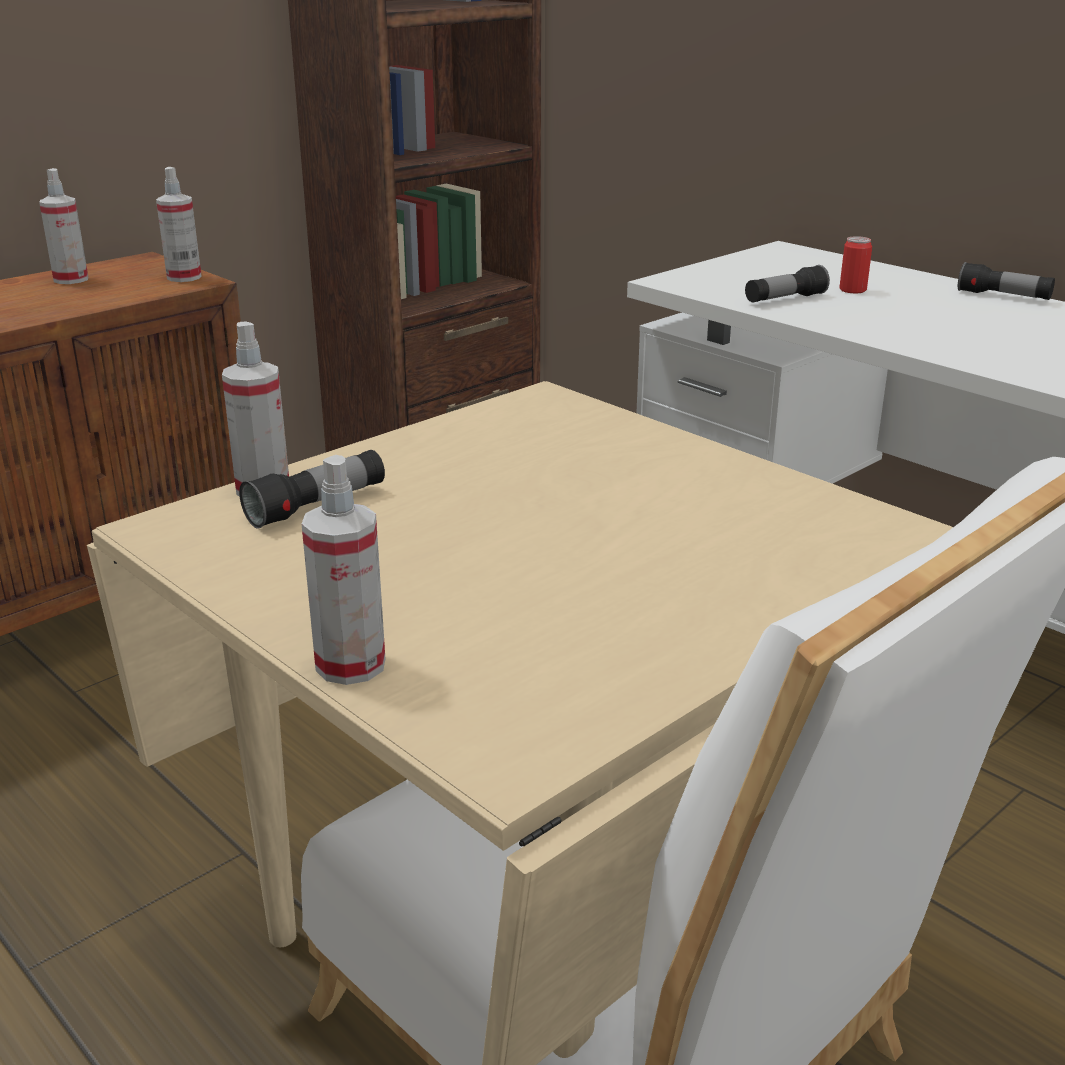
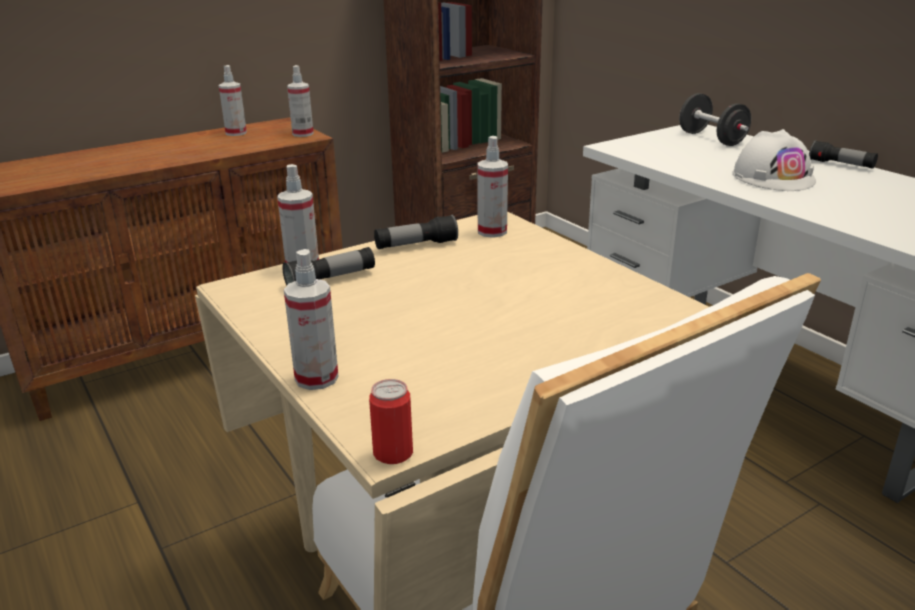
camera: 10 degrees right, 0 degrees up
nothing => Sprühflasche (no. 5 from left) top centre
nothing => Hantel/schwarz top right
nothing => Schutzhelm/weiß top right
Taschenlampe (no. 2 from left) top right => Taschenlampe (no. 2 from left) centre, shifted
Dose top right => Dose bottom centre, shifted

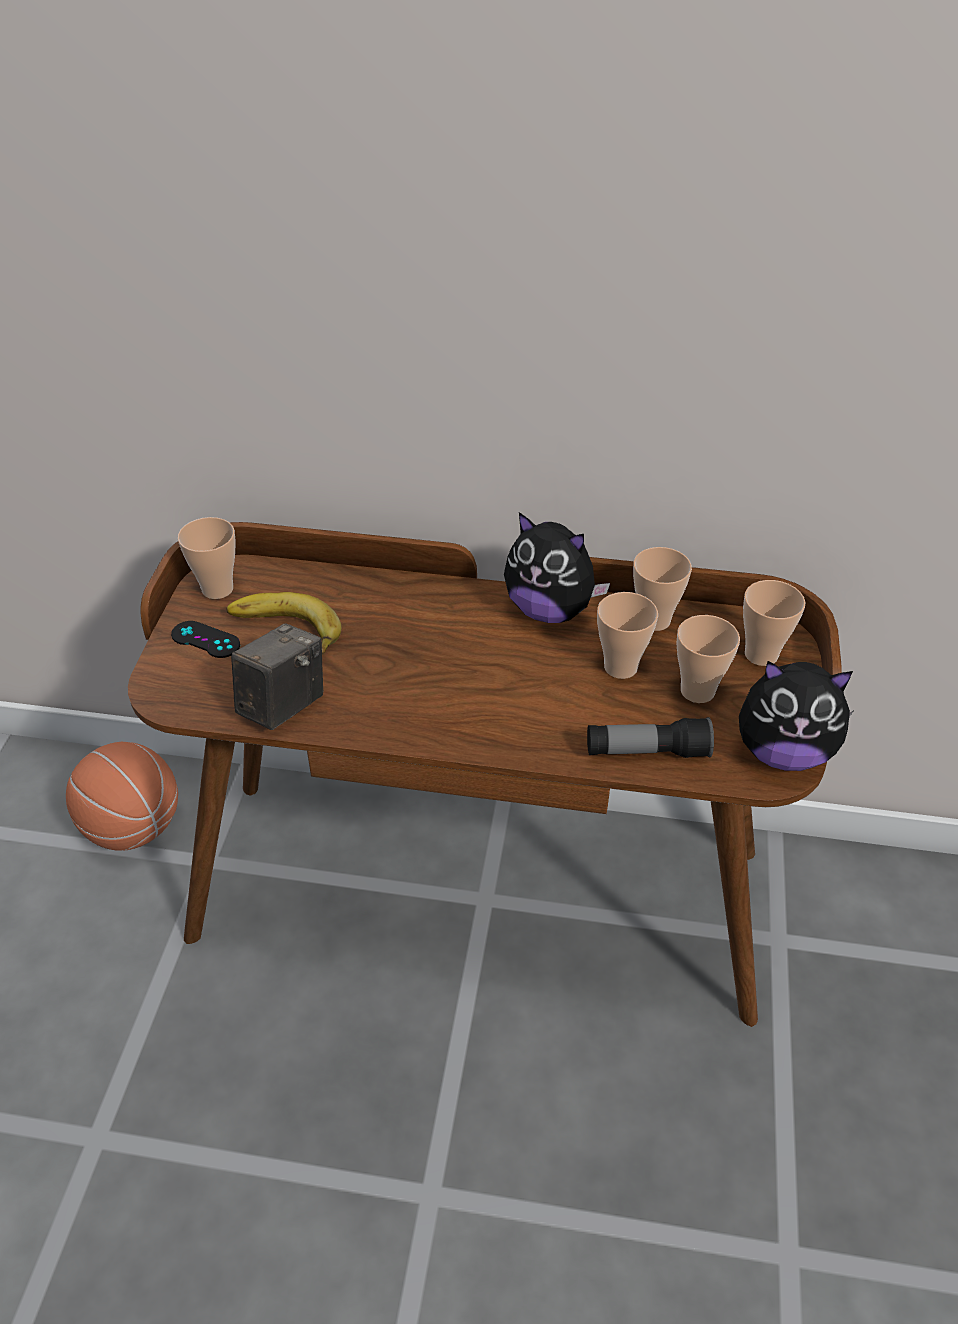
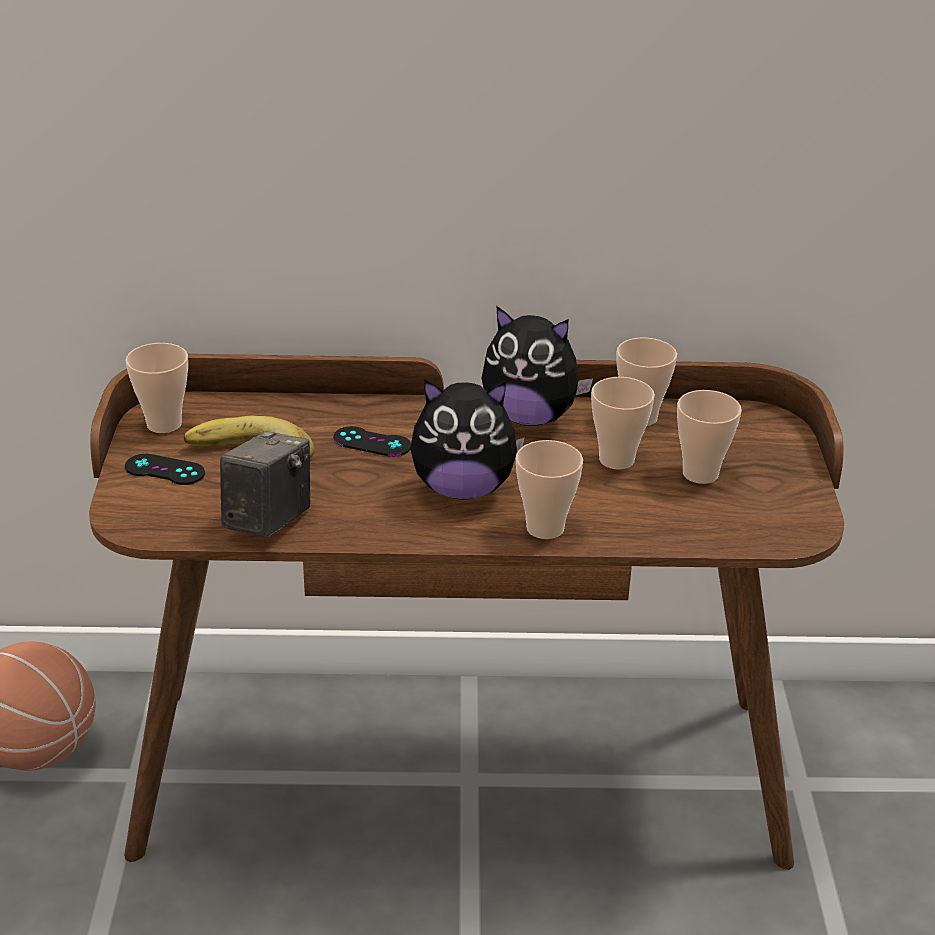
camera: 10 degrees left, 10 degrees down
Taschenlampe middle right => nothing
nothing => Gamepad/schwarz (no. 2 from left) centre
Plüschtier (no. 2 from left in the first image) middle right => Plüschtier (no. 1 from left) centre, shifted
Tasse (no. 5 from left in the first image) middle right => Tasse (no. 2 from left) centre, shifted

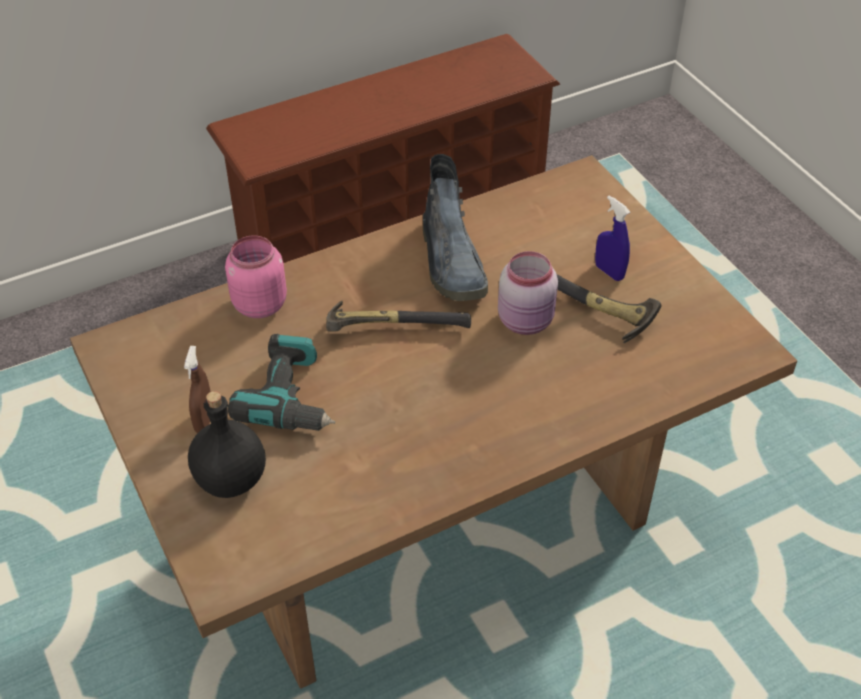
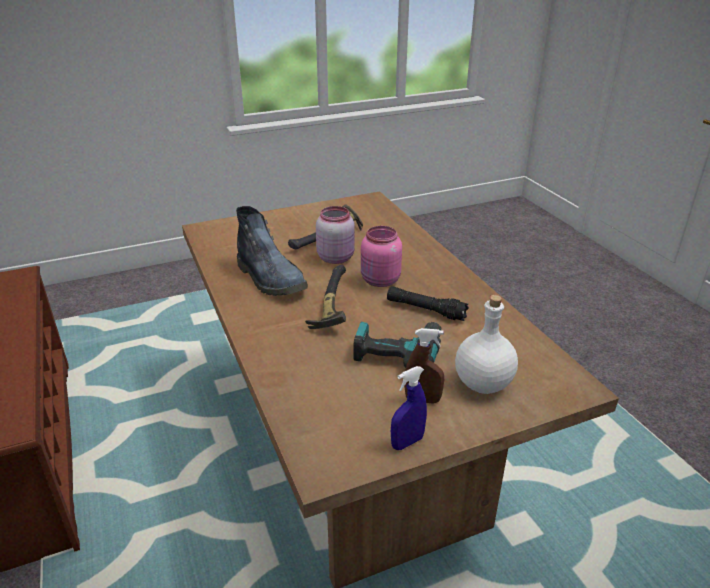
camera: 85 degrees left, 15 degrees down
nothing => Taschenlampe/schwarz centre
Vorratsglas/rosa (no. 1 from left in the first image) middle left => Vorratsglas/rosa (no. 2 from left) centre, shifted
Sprühflasche/blau middle right => Sprühflasche/blau bottom centre, shifted
Flasche/schwarz middle left => Flasche/weiß middle right
Stiefel top centre => Stiefel centre, 60 degrees clockwise

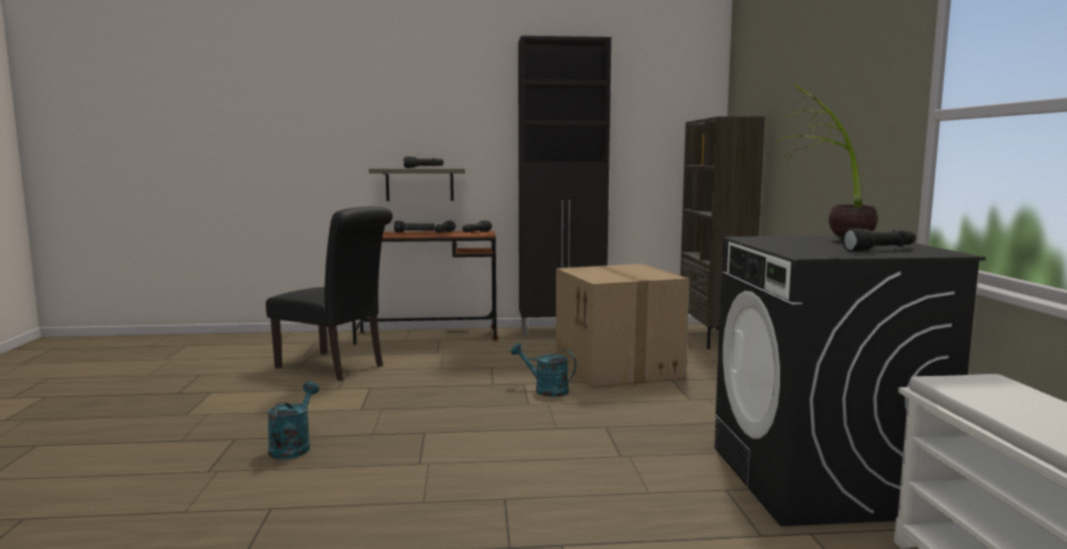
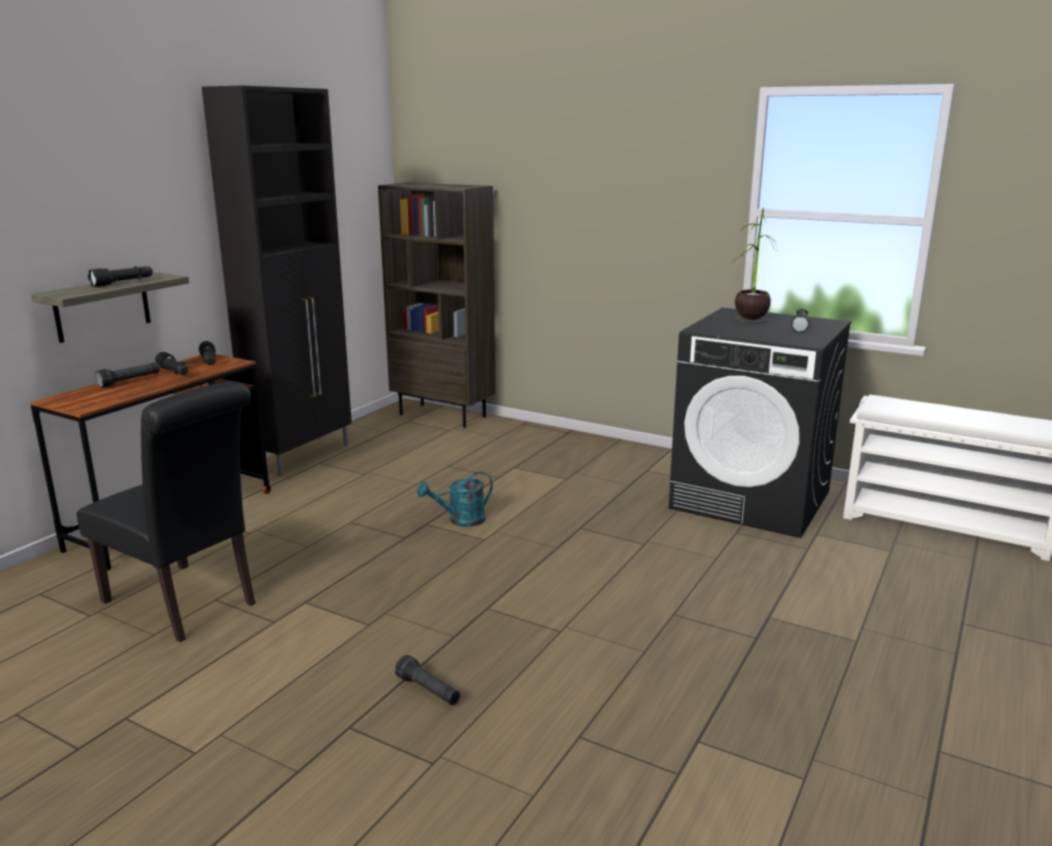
camera: 55 degrees left, 10 degrees up
Karton centre => nothing
Gießkanne/türkis (no. 1 from left) bottom left => Taschenlampe/schwarz (no. 5 from left) bottom centre
Stuhl/schwarz middle left, 60 degrees clockwise

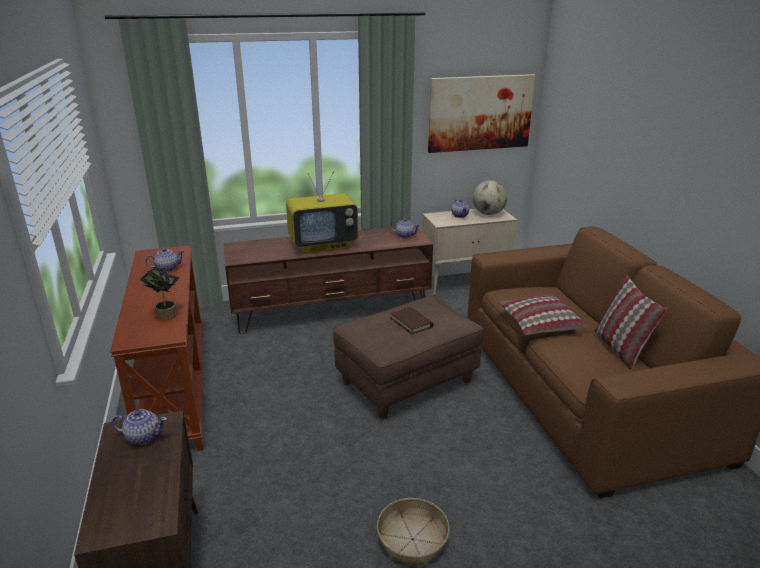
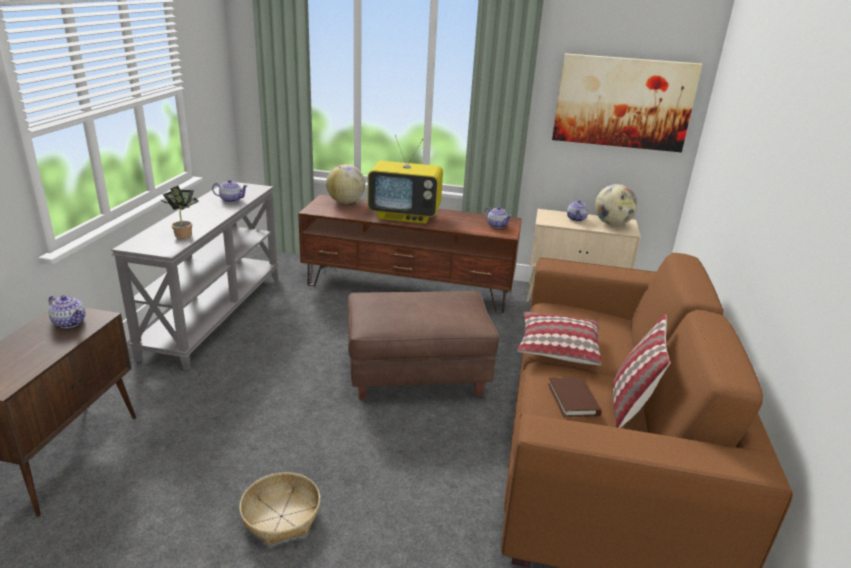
camera: 25 degrees right, 0 degrees up
nothing => Globus (no. 1 from left) top centre
Buch/braun centre => Buch/braun bottom right, shifted
Konsolentisch/braun middle left => Konsolentisch/grau middle left

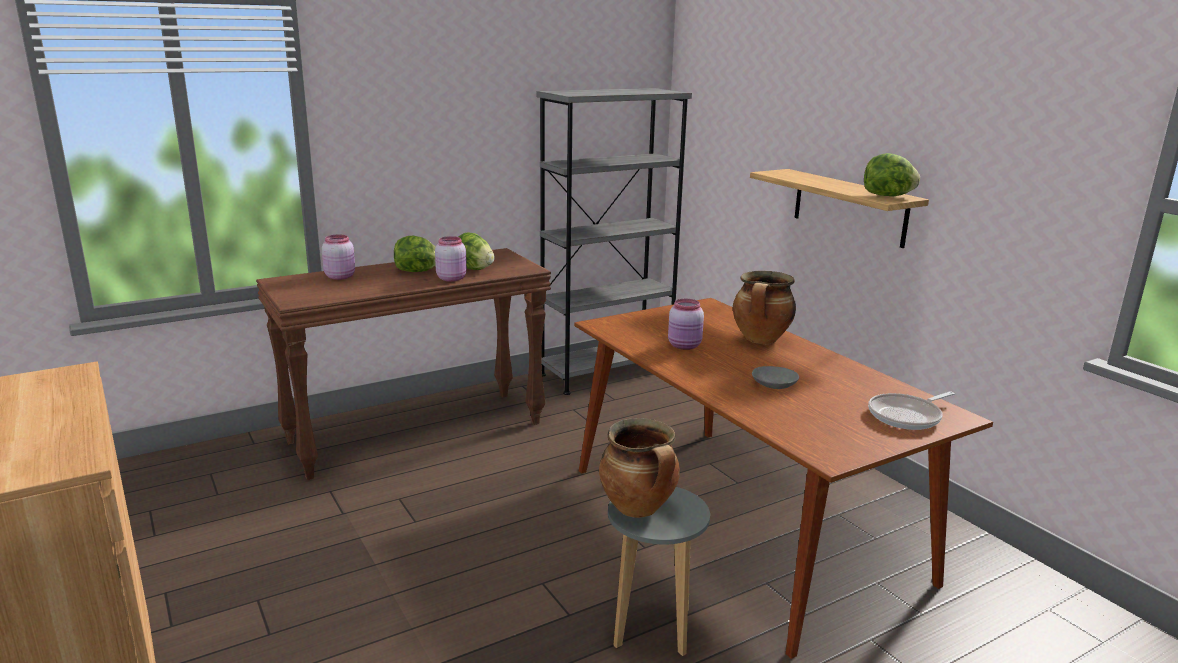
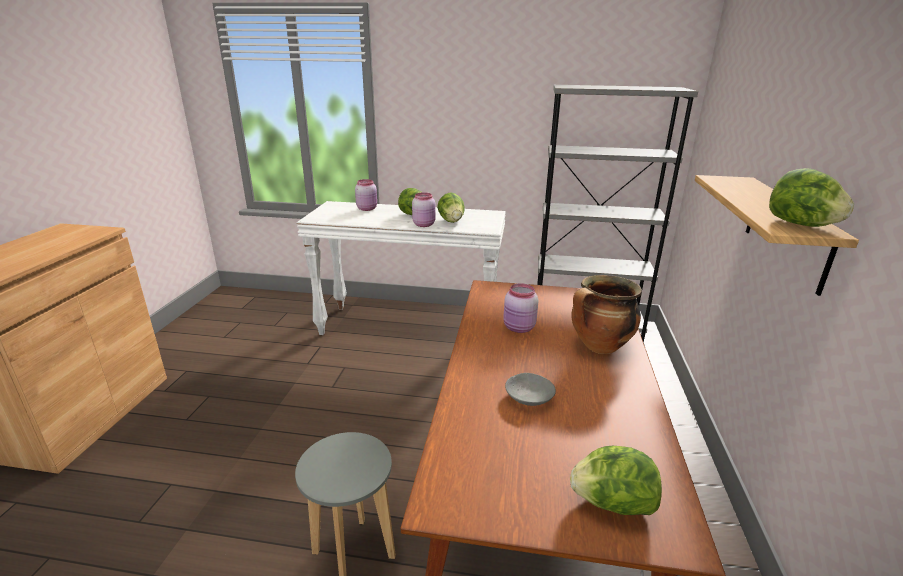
camera: 40 degrees right, 5 degrees up
Kochtopf (no. 1 from left) bottom centre => nothing
Pfanne middle right => Salatkopf (no. 3 from left) bottom right
Konsolentisch/braun centre => Konsolentisch/weiß centre

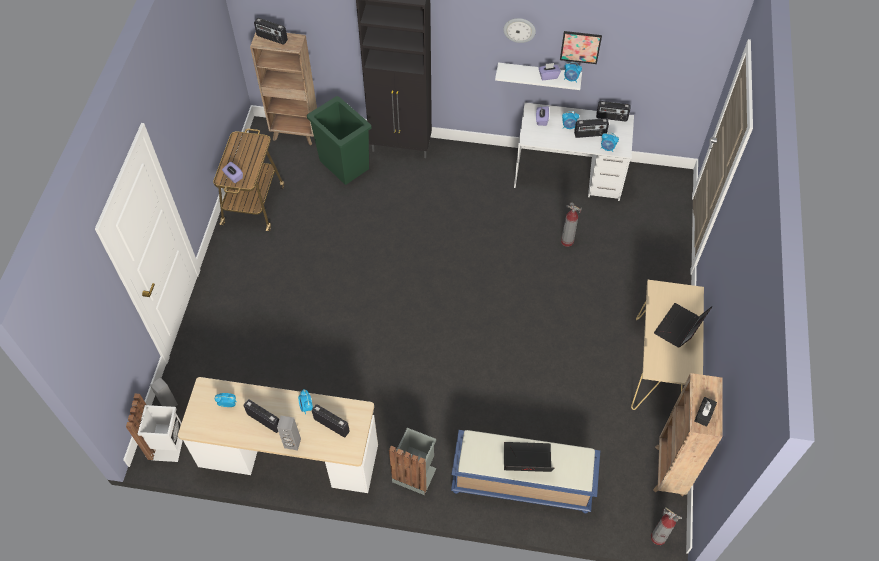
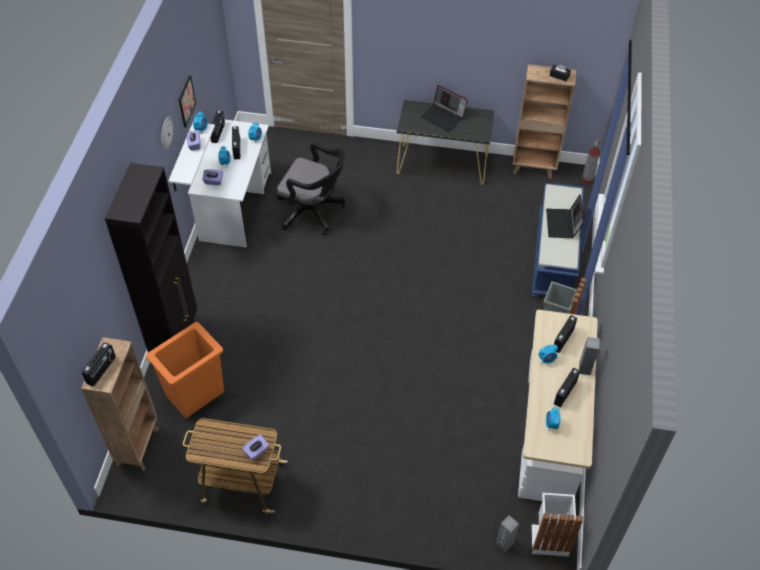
camera: 90 degrees left, 5 degrees down
Feuerlöscher (no. 1 from left) centre => Bürostuhl/schwarz top centre
Mülleimer/grün top centre => Mülleimer/orange middle left
Konsolentisch/beige middle right => Konsolentisch/schwarz top centre

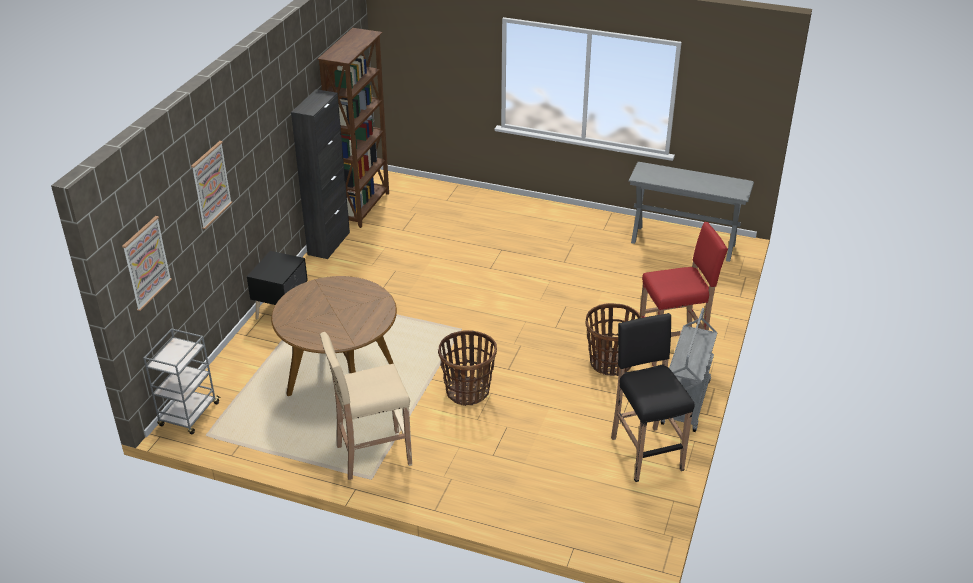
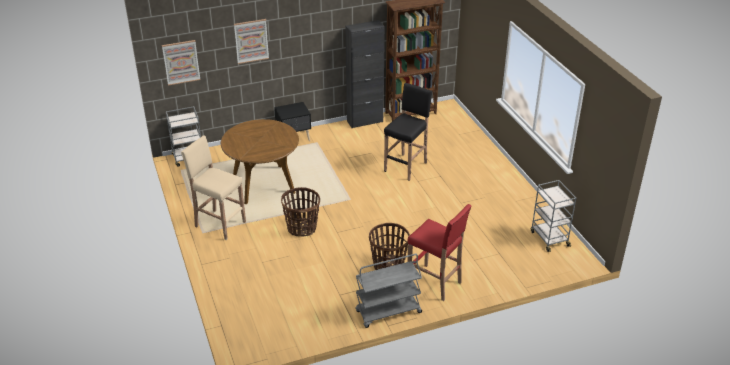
camera: 50 degrees right, 0 degrees up
Hocker/schwarz bottom right => Hocker/schwarz centre, shifted
Konsolentisch/grau middle right => Rollwagen/grau (no. 3 from left) middle right

